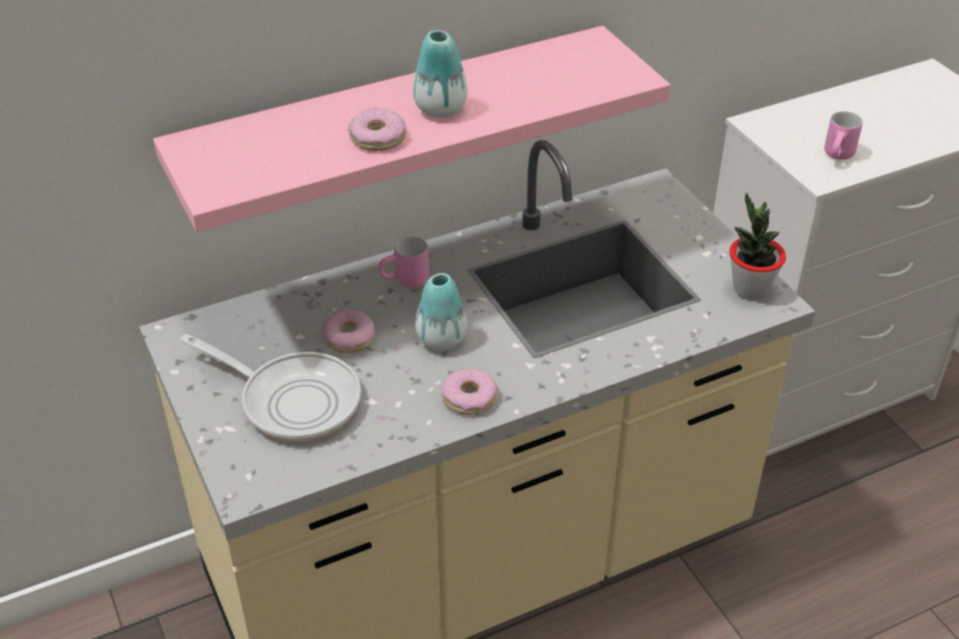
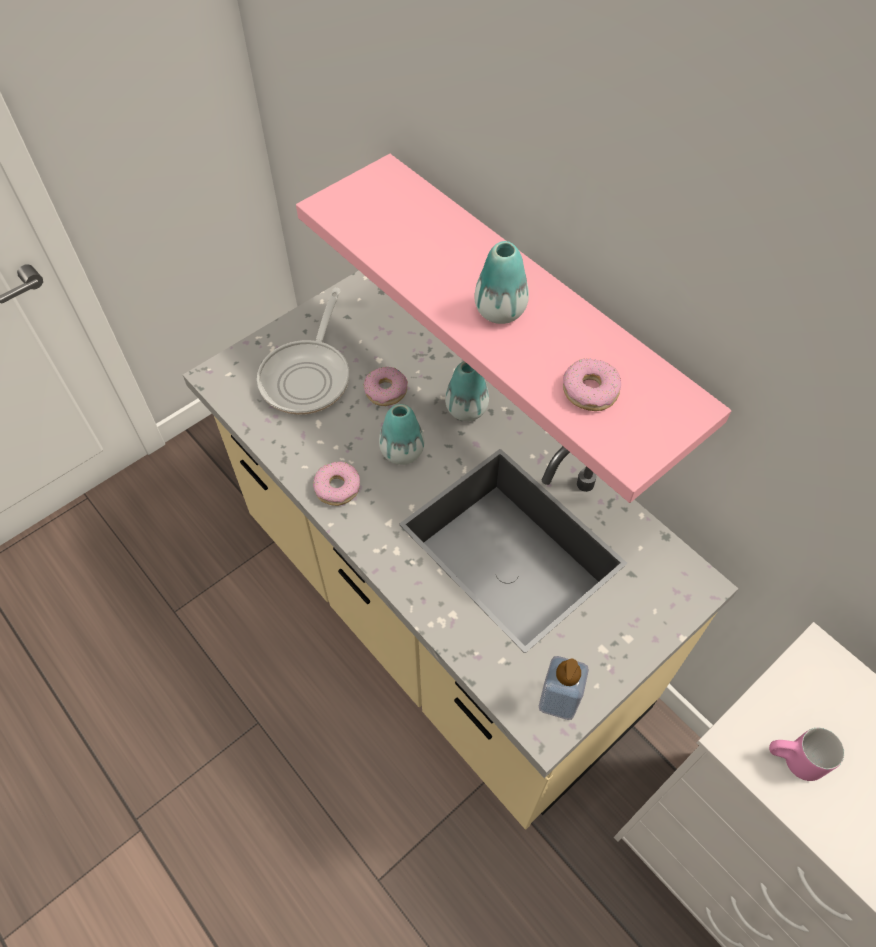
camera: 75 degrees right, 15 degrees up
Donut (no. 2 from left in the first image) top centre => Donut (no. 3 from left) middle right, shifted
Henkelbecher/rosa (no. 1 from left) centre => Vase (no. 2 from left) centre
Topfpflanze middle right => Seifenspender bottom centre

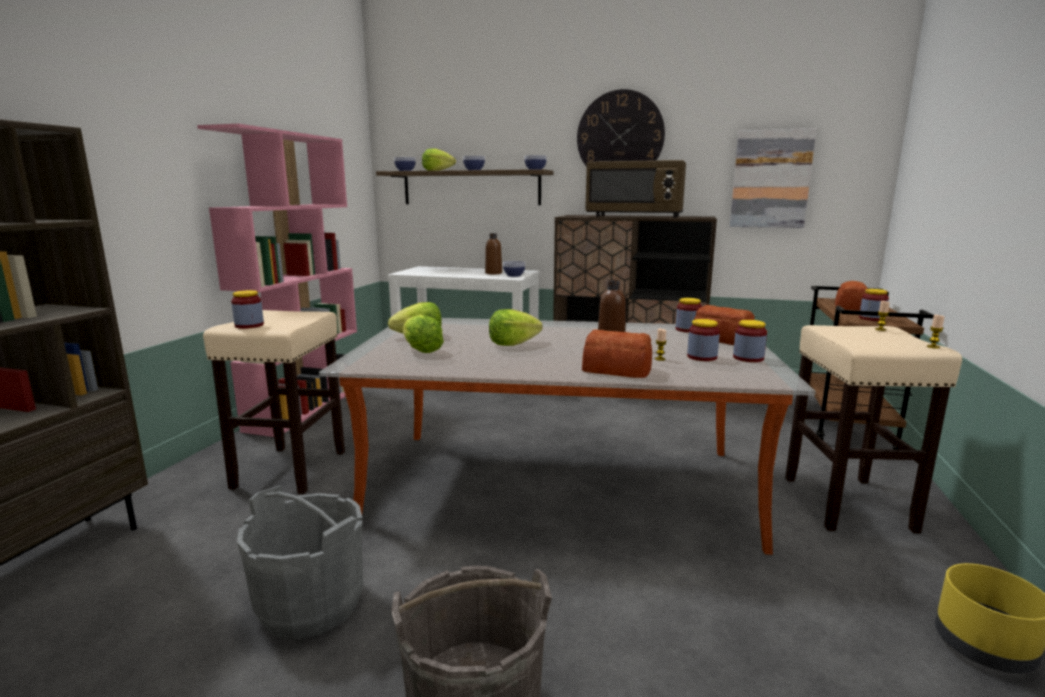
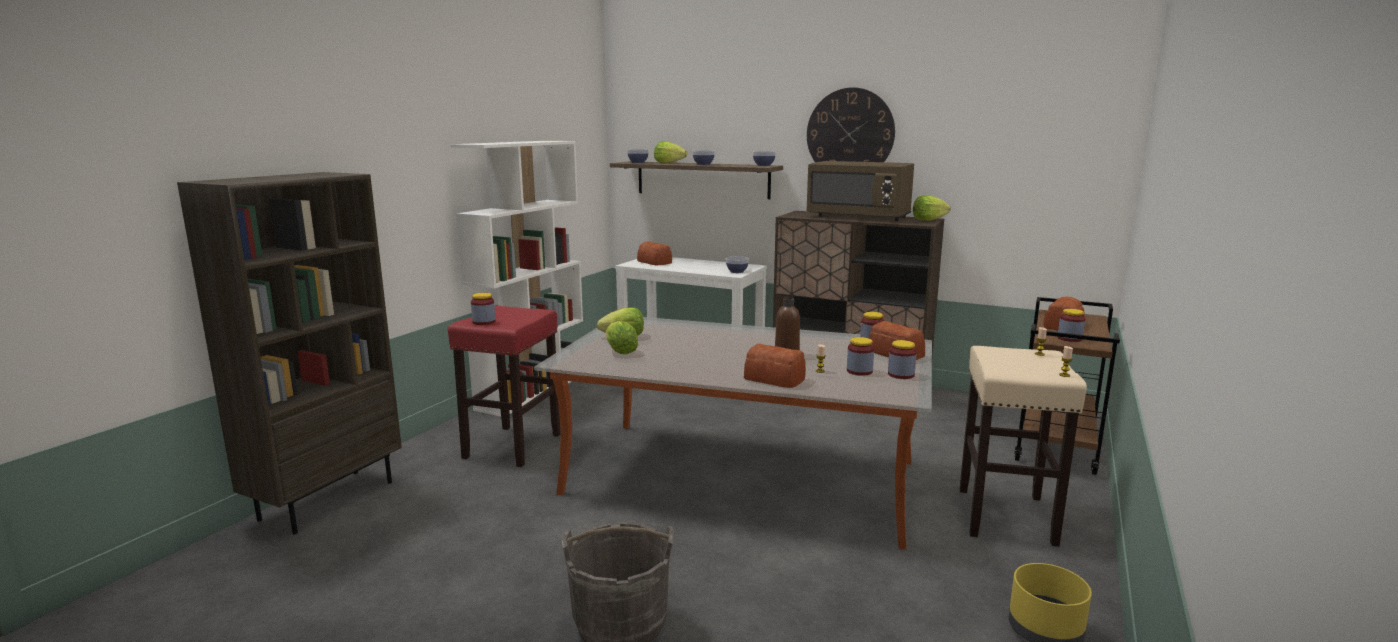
camera: 10 degrees right, 0 degrees up
Eimer/grau (no. 1 from left) bottom left => nothing
Flasche/braun (no. 1 from left) centre => nothing
Bild top right => nothing
nothing => Brot (no. 1 from left) centre
Salatkopf (no. 4 from left) centre => Salatkopf (no. 4 from left) top right, shifted
Bücherregal/rosa middle left => Bücherregal/weiß centre
Hocker/beige (no. 1 from left) middle left => Hocker/rot centre

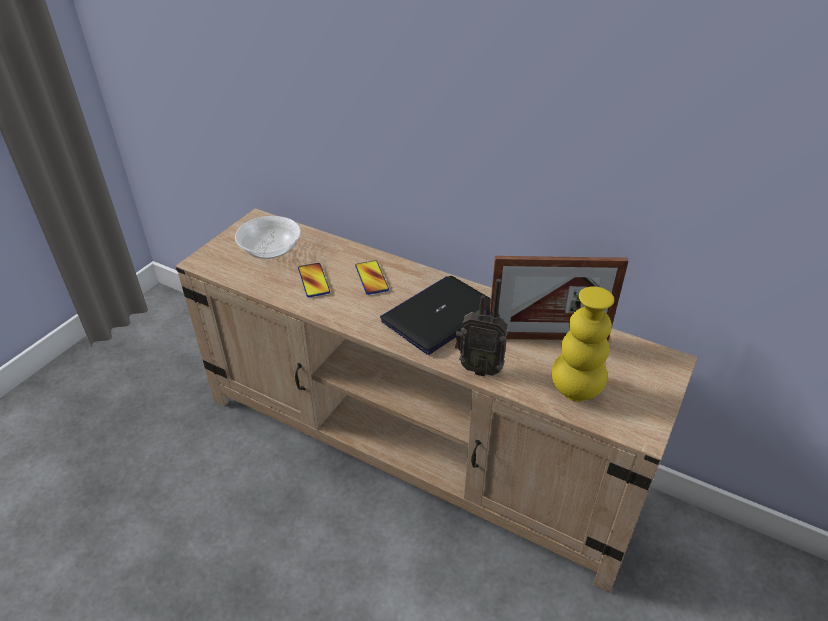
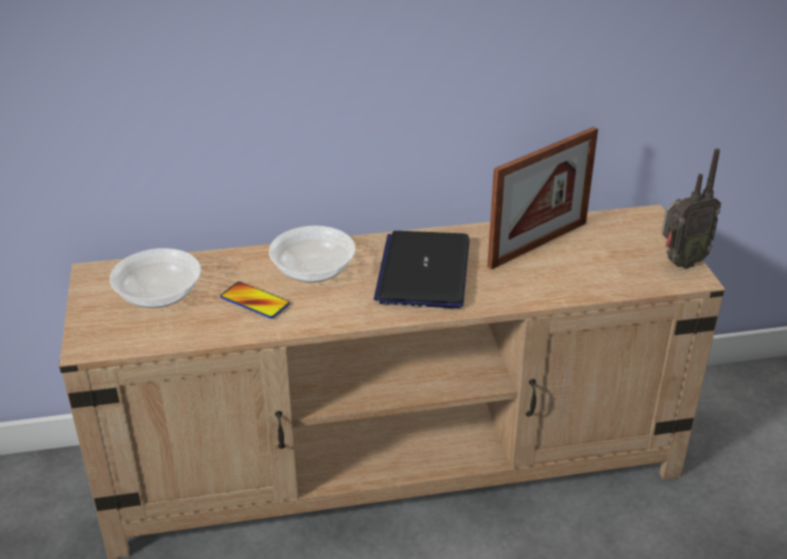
camera: 40 degrees left, 5 degrees down
Vase/gelb middle right => nothing
Radio centre => Radio middle right, shifted
Handy (no. 2 from left) centre => Schüssel (no. 2 from left) centre

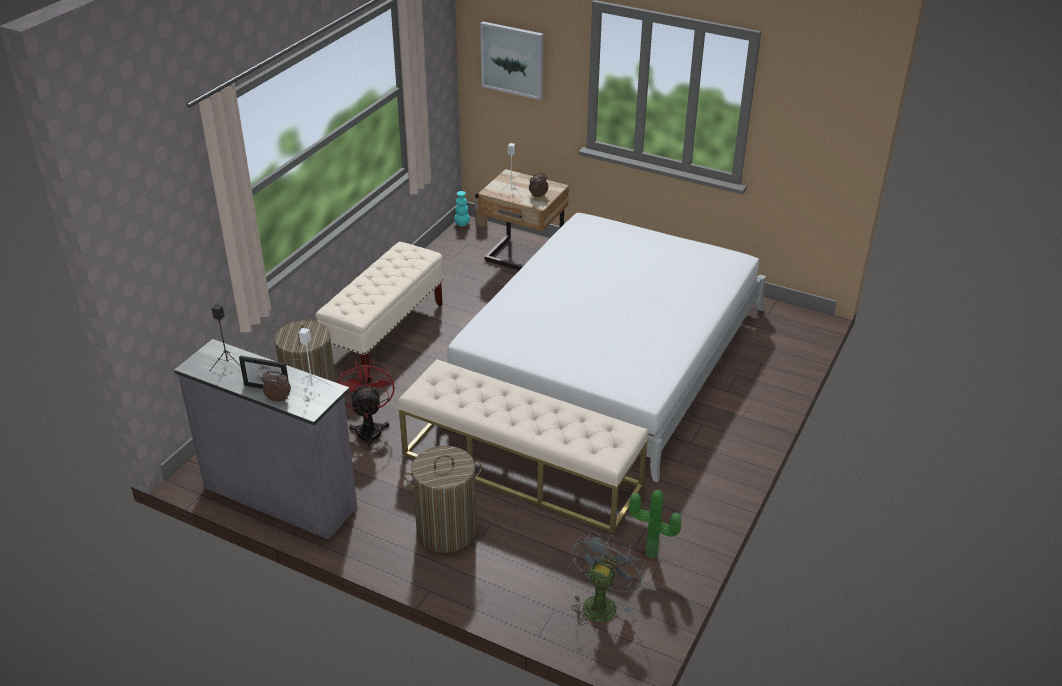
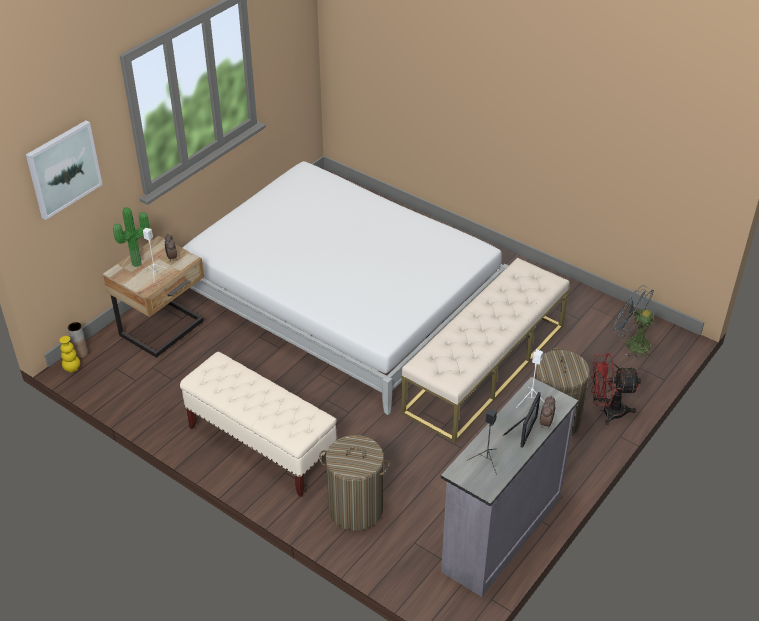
camera: 80 degrees left, 5 degrees up
Ventilator/rot centre => Ventilator/rot middle right, shifted
Topfpflanze bottom centre => Topfpflanze middle left, shifted
Vase/türkis top centre => Vase/gelb middle left

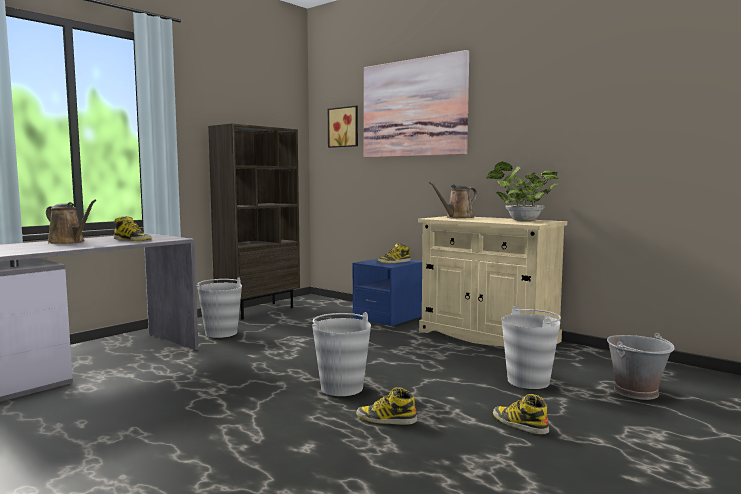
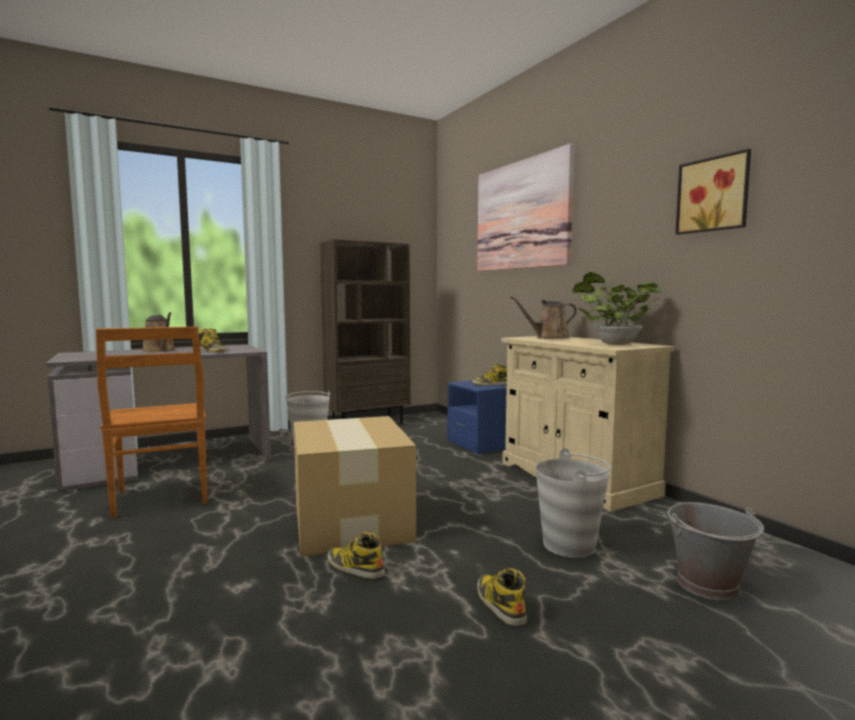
camera: 20 degrees right, 0 degrees up
nothing => Stuhl/braun middle left
Bild (no. 1 from left in the first image) top centre => Bild (no. 2 from left) top right, shifted
Eimer/grau (no. 2 from left) bottom centre => Karton bottom centre

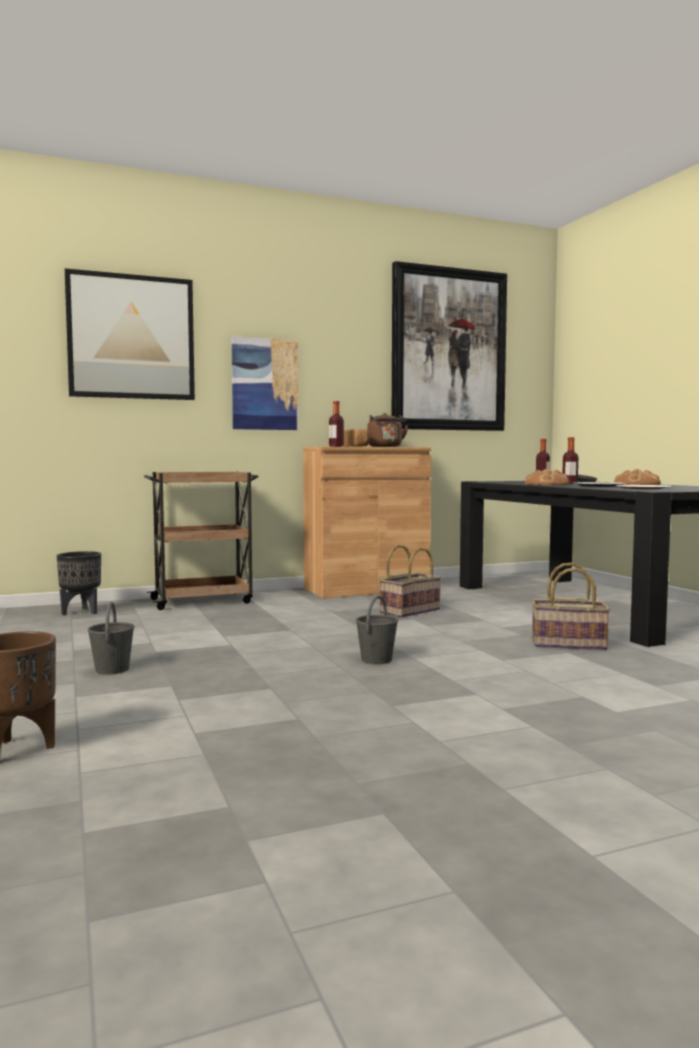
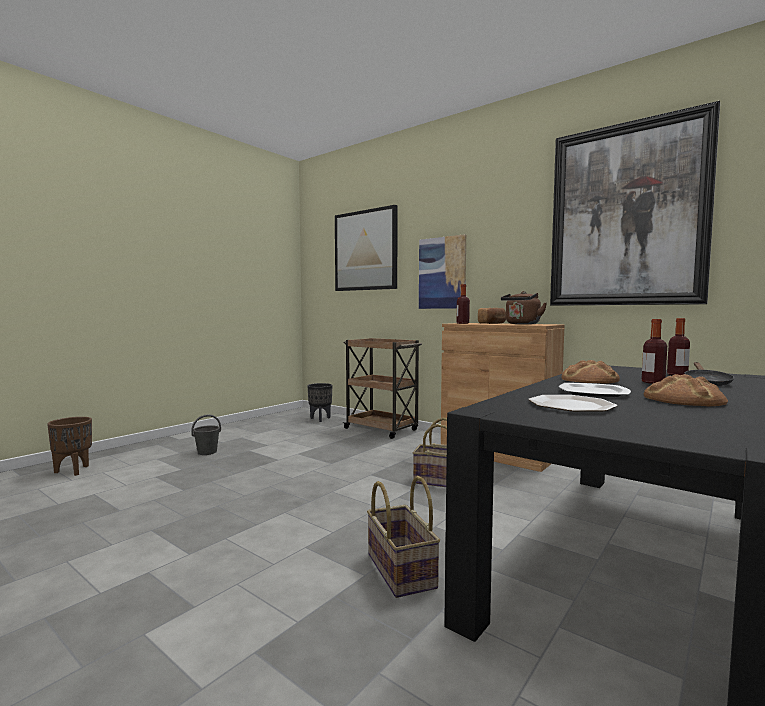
camera: 60 degrees right, 0 degrees up
Eimer/grau (no. 2 from left) centre => nothing

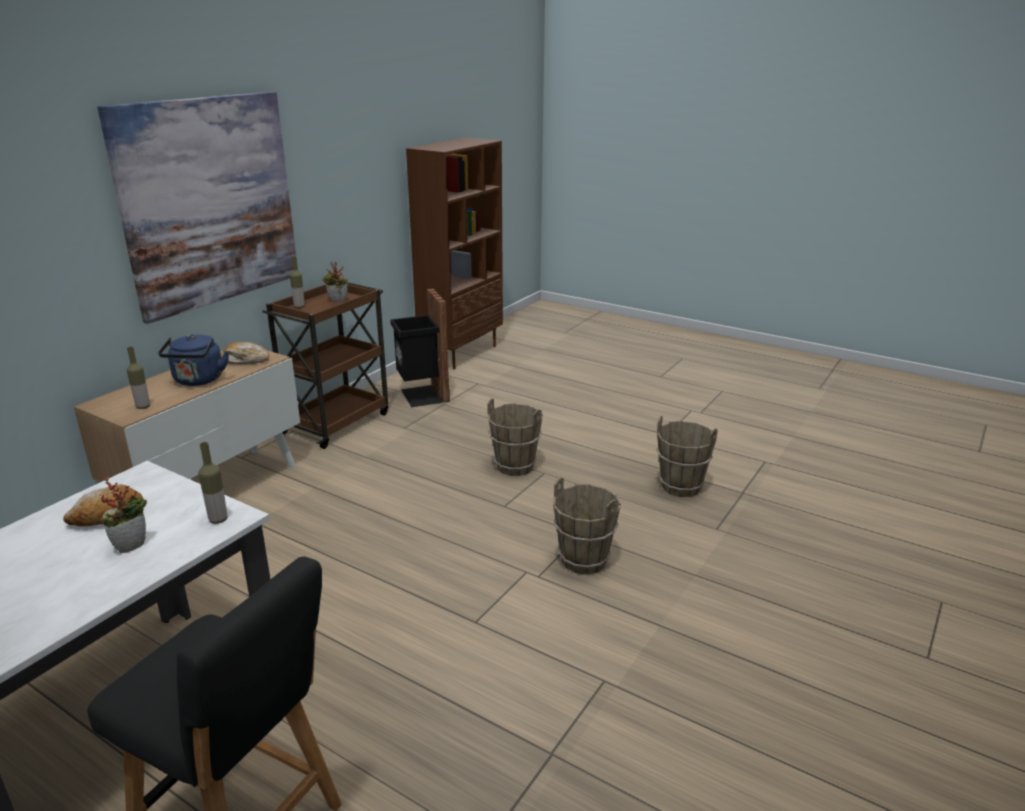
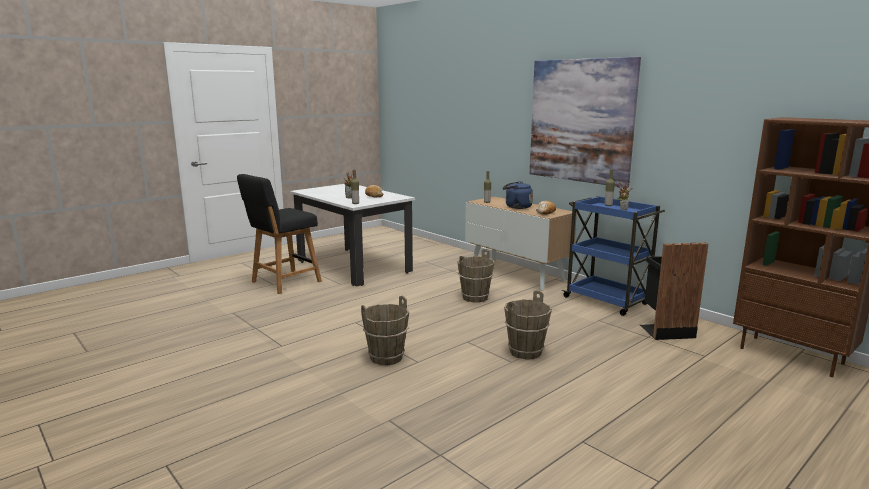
camera: 105 degrees right, 10 degrees down
Eimer/braun (no. 3 from left in the first image) middle right => Eimer/braun (no. 2 from left) centre, shifted
Rollwagen/braun middle left => Rollwagen/blau middle right

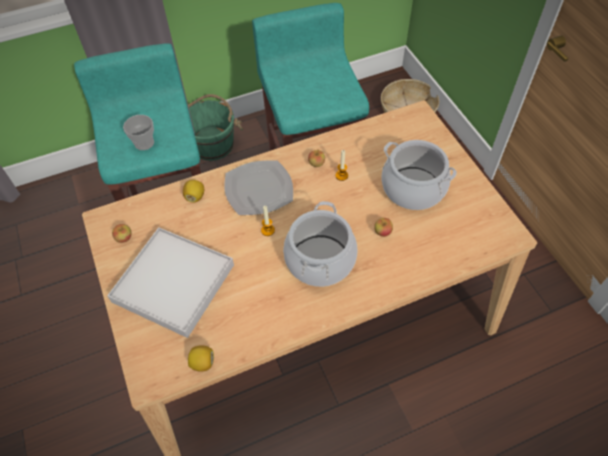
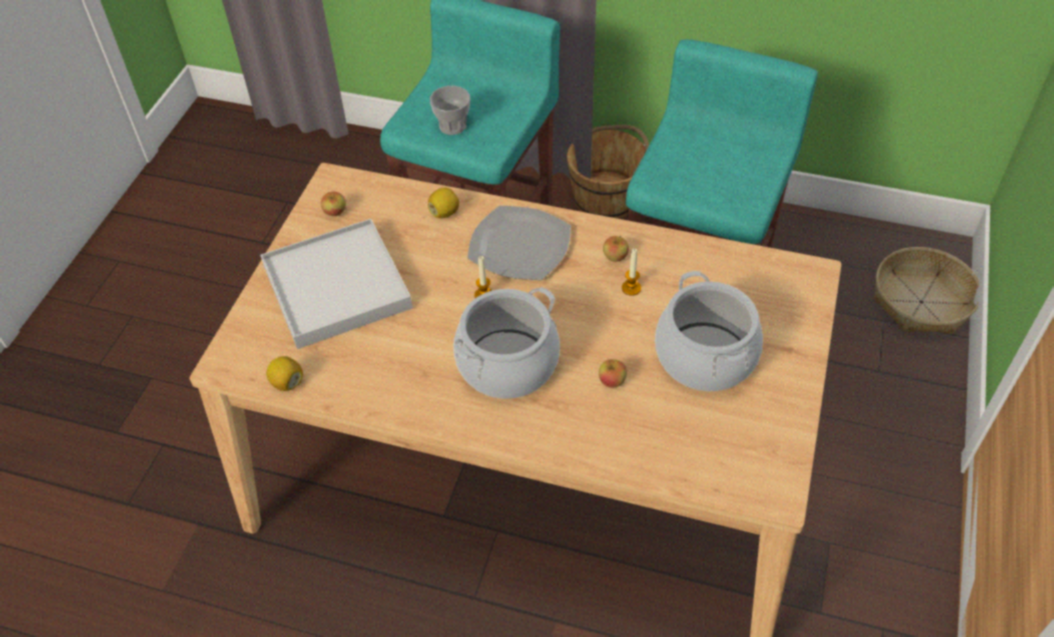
camera: 40 degrees right, 5 degrees down
Eimer/grün top centre => Eimer/braun top centre

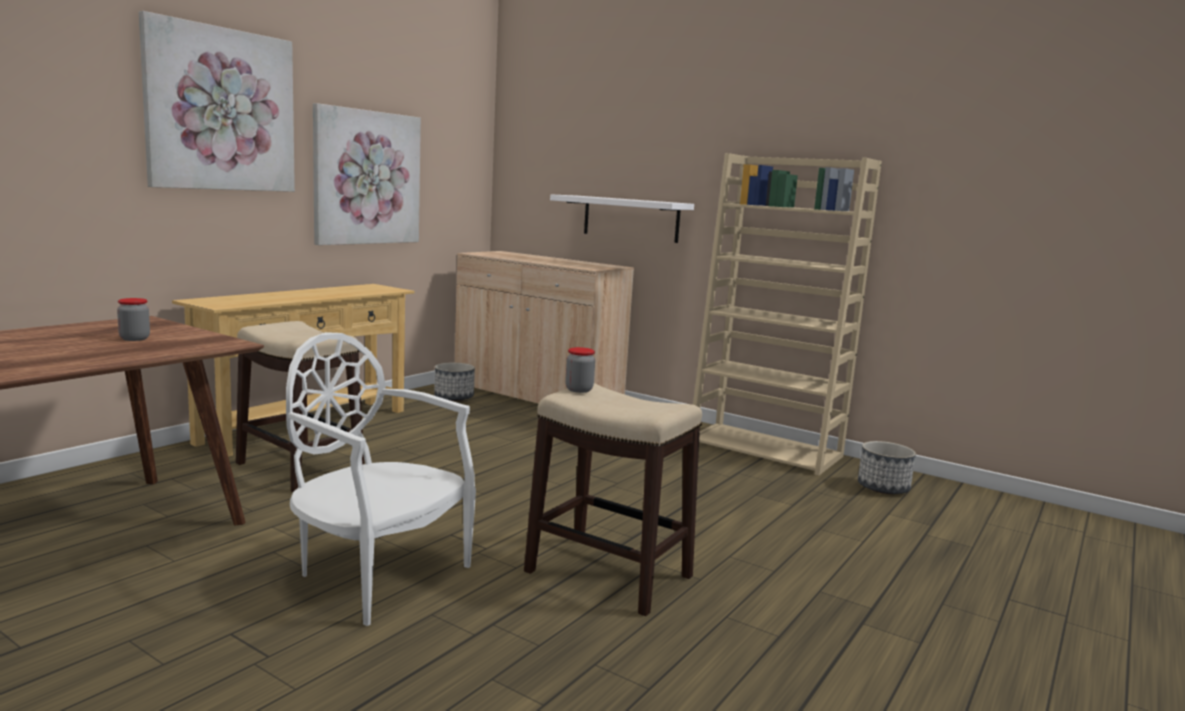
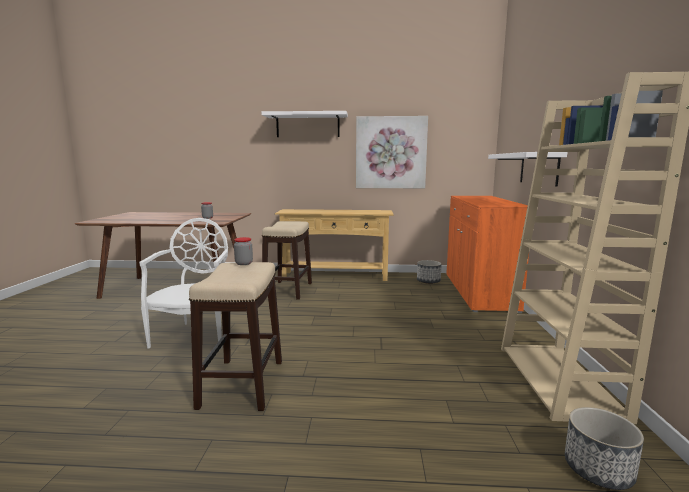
camera: 60 degrees right, 0 degrees up
Bild (no. 1 from left) top left => Wandregal/weiß (no. 1 from left) top centre
Schrank/beige centre => Schrank/orange middle right

